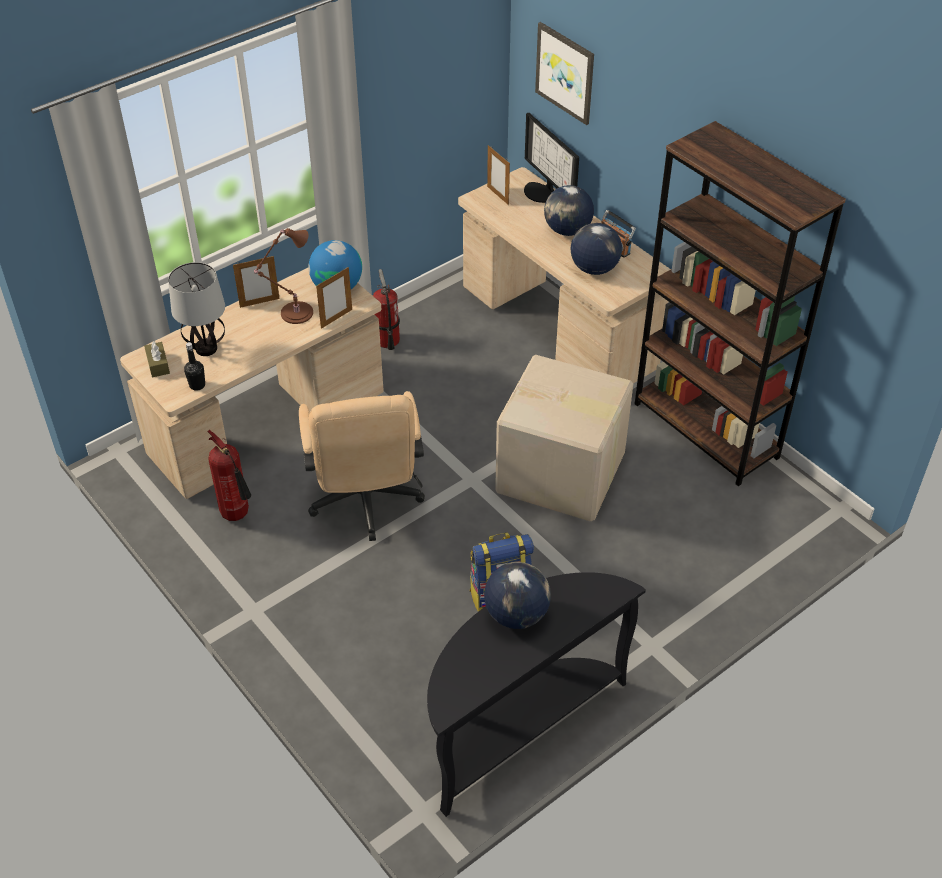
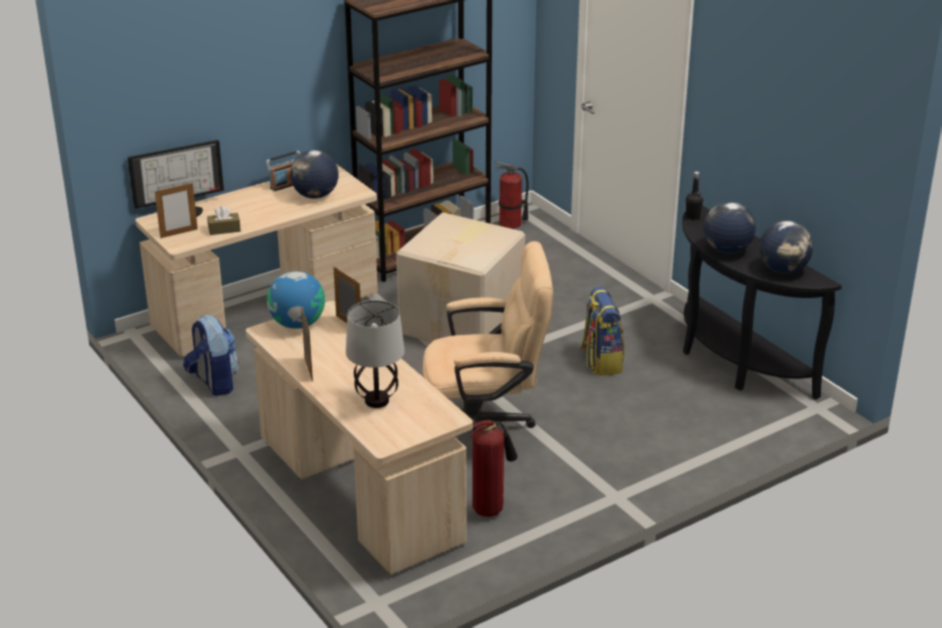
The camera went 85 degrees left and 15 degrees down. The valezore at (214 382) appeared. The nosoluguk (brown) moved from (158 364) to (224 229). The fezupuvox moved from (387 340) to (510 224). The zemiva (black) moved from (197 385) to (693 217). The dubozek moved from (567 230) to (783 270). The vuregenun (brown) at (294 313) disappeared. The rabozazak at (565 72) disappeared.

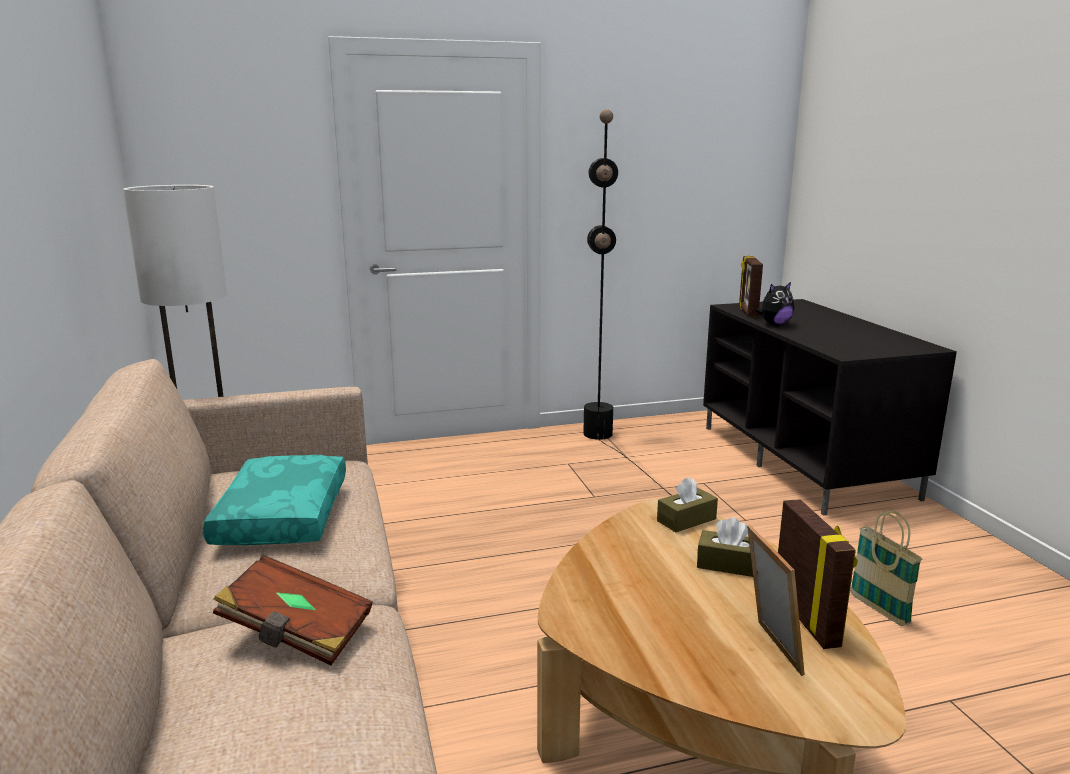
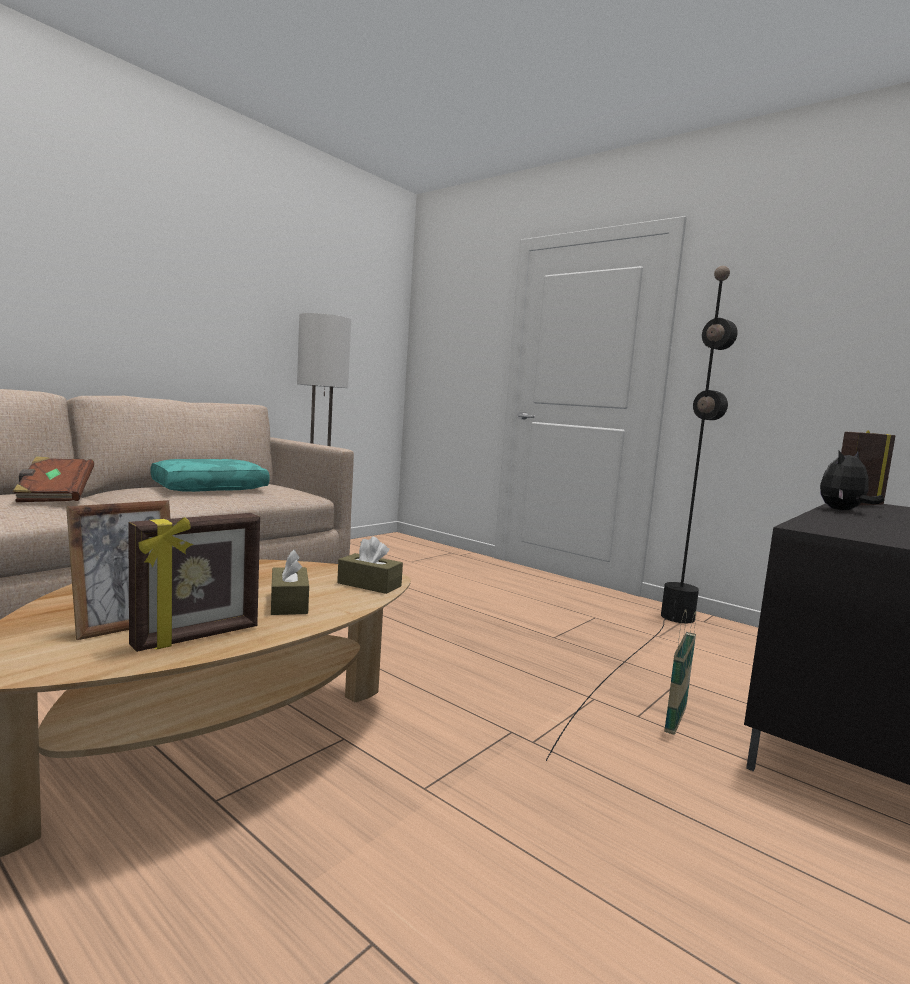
The camera went 55 degrees right and 10 degrees down. The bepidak moved from (879 609) to (675 720). The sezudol at (774 324) turned 120 degrees clockwise.

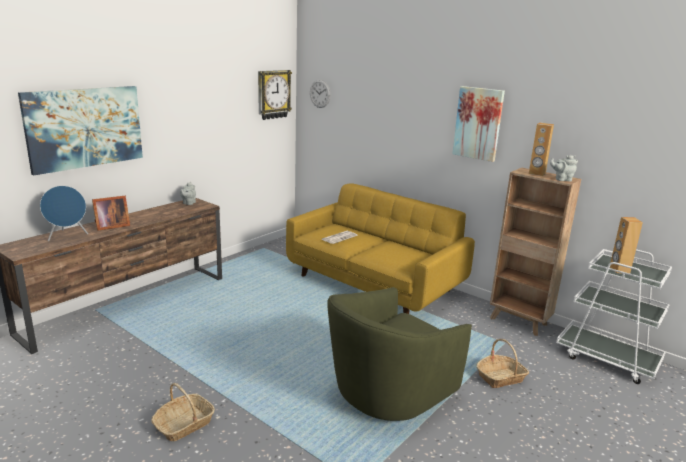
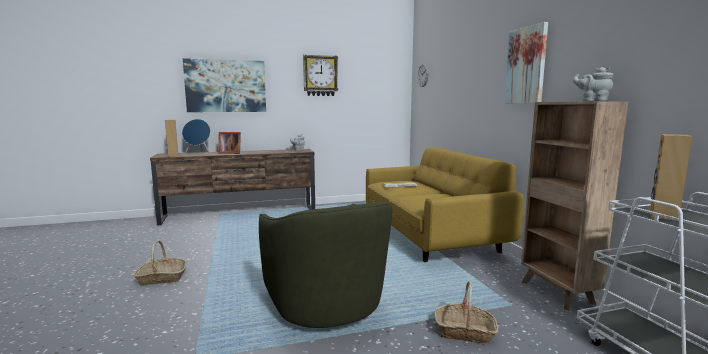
The camera went 35 degrees right and 10 degrees down. The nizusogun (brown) moved from (537 173) to (173 156). The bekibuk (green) at (388 394) turned 105 degrees counterclockwise. The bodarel moved from (273 94) to (320 76).

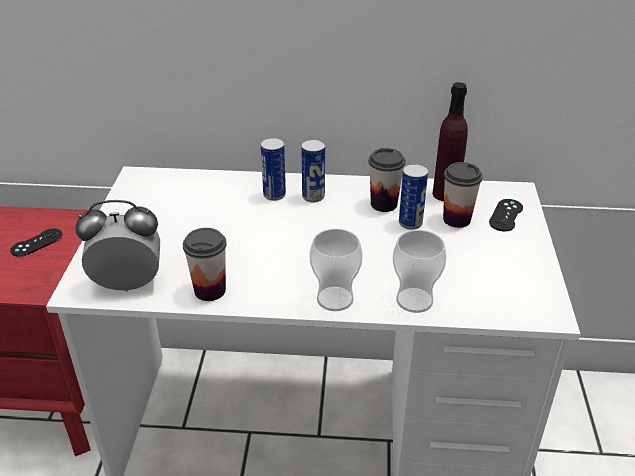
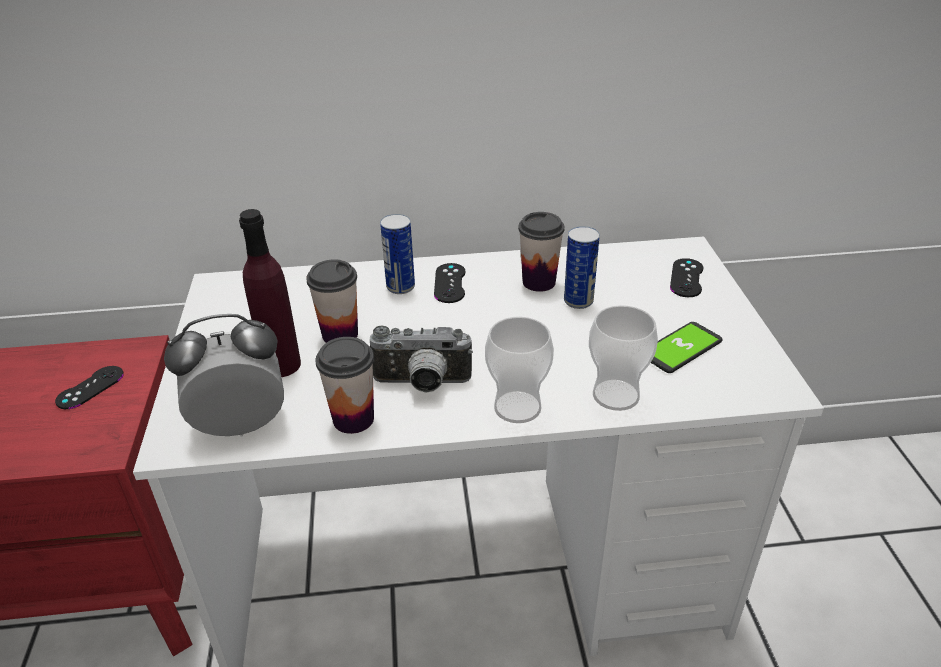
The camera went 10 degrees left and 0 degrees up. The zemiva (purple) moved from (445 194) to (281 365). The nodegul moved from (456 219) to (340 334). The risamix at (421 384) appeared. The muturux at (313 196) was replaced by the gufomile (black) at (450 283). The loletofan at (681 348) appeared.

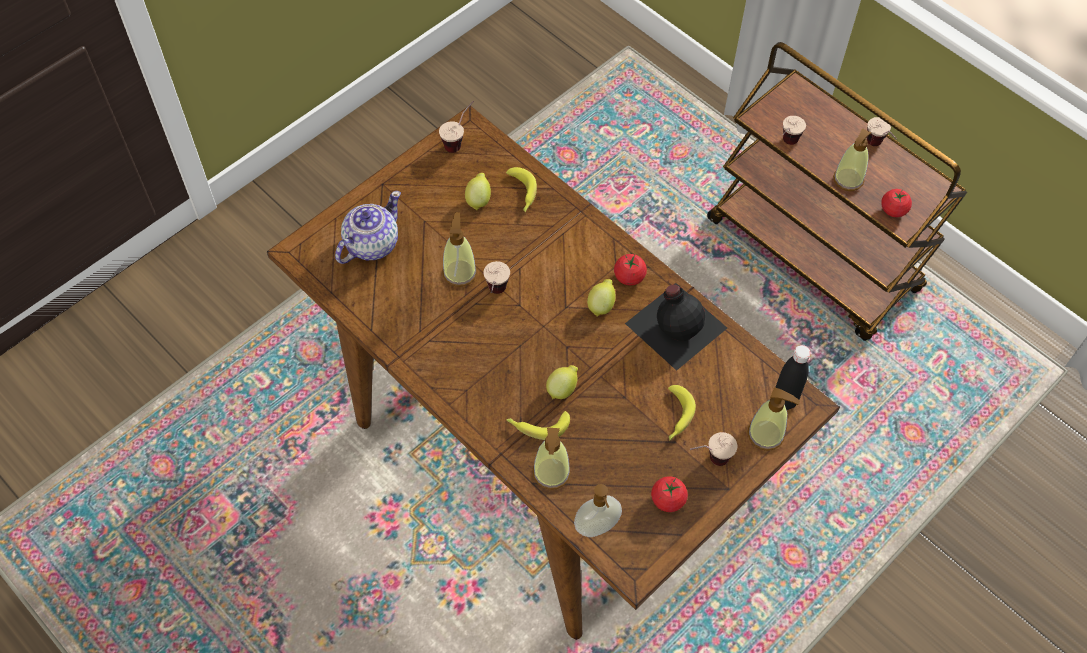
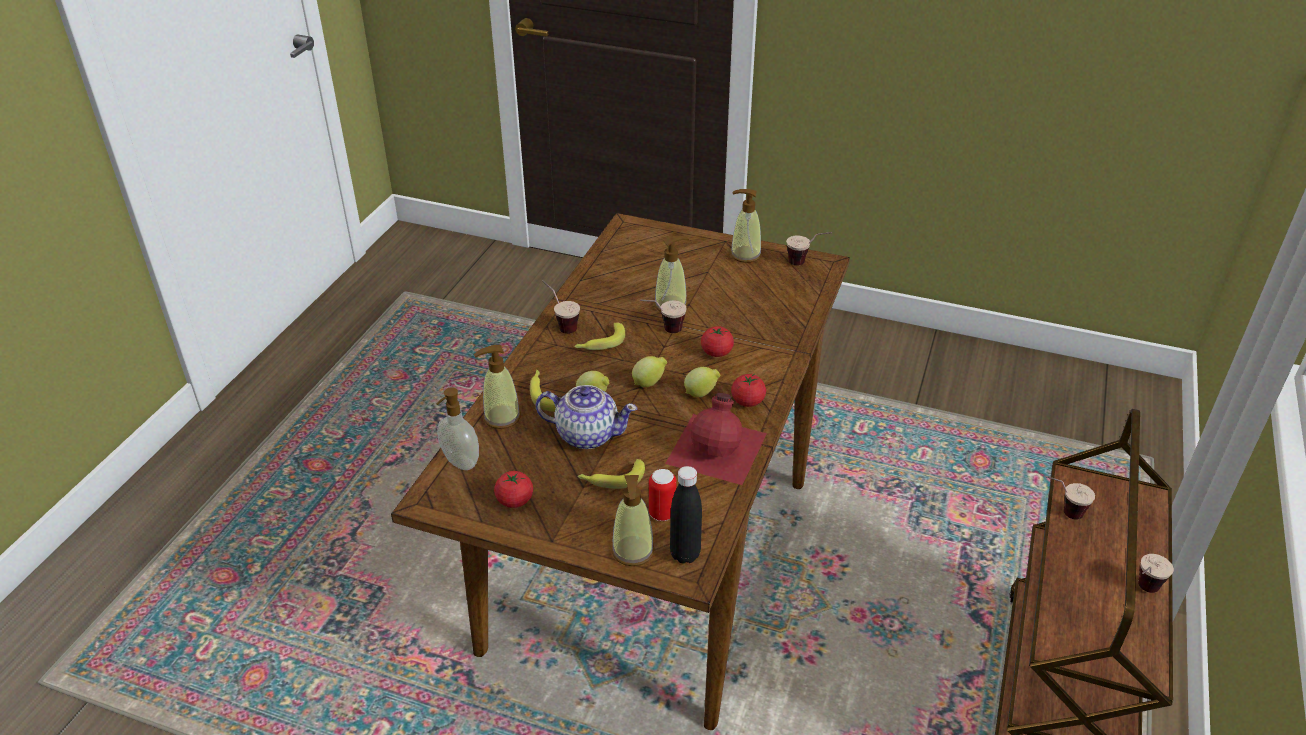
The camera went 65 degrees right and 20 degrees down. The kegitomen moved from (370 244) to (586 434). The nodegul moved from (708 461) to (560 324). The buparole moved from (522 193) to (600 343). The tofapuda moved from (478 200) to (649 383). The muturux at (662 513) appeared. The zemiva (black) at (676 324) became the zemiva (red) at (718 447). The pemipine moved from (893 210) to (716 352). The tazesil moved from (848 180) to (745 255).

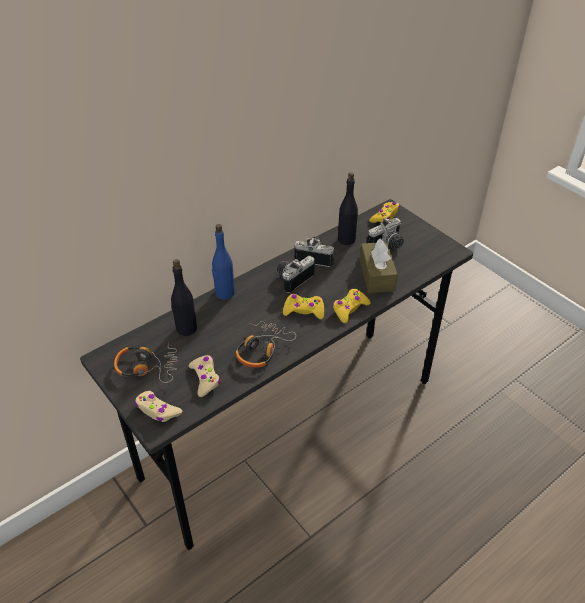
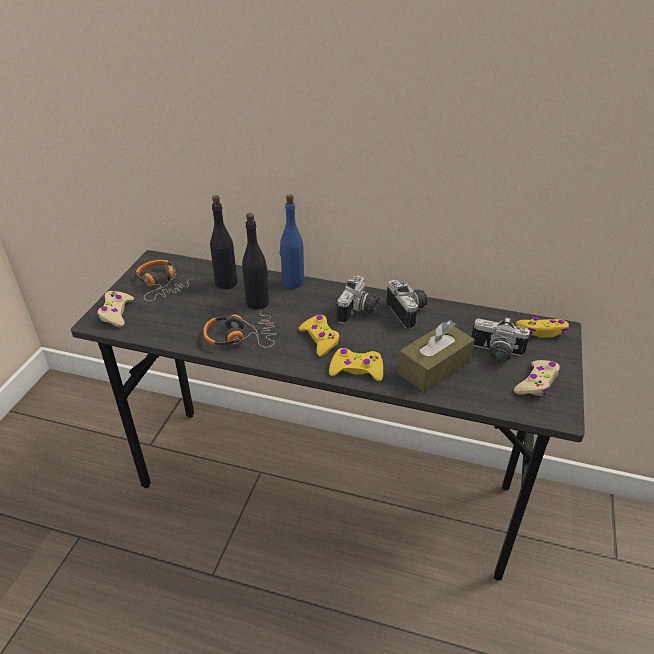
The camera went 55 degrees right and 5 degrees down. The zemiva (black) moved from (346 239) to (258 302). The risamix at (292 278) turned 105 degrees clockwise. The gufomile (beige) moved from (205 378) to (537 383).

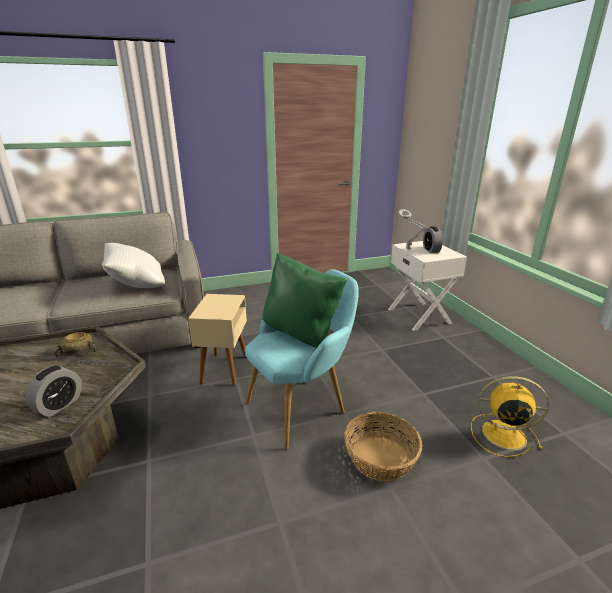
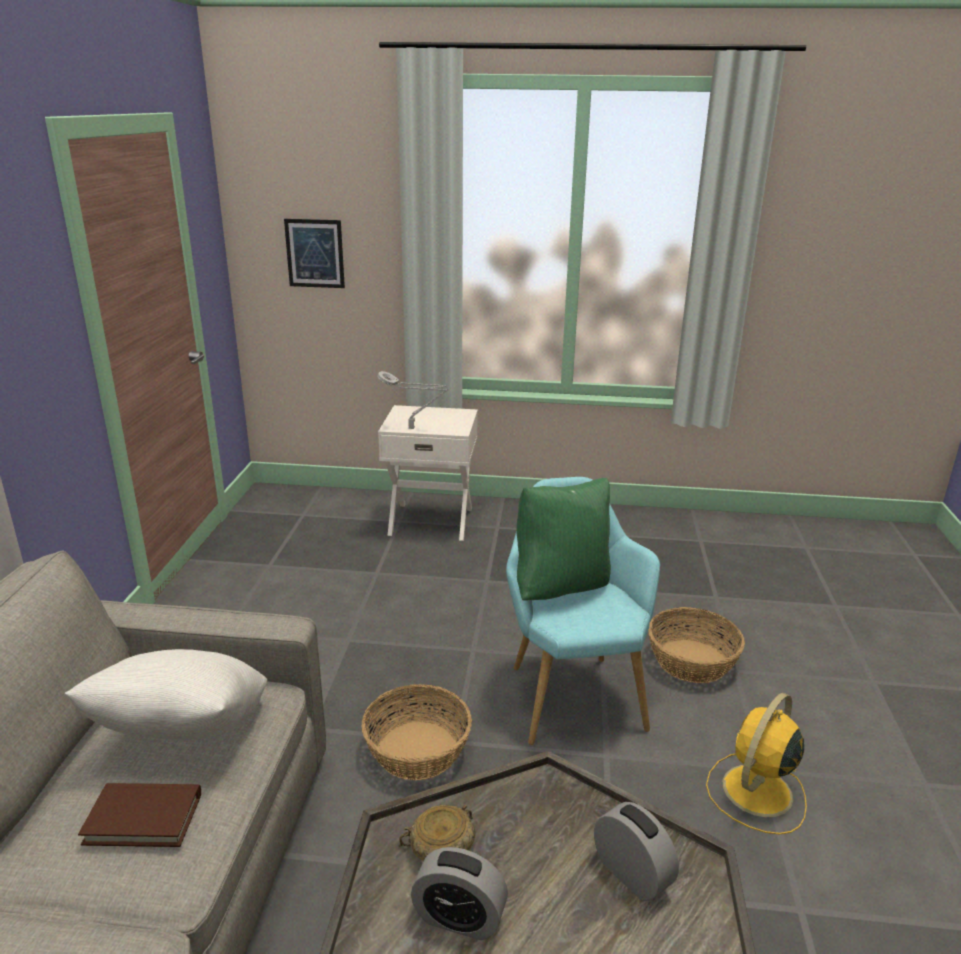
The camera went 65 degrees left and 0 degrees up. The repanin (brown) at (143 818) appeared. The rabozazak at (315 253) appeared. The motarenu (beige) at (224 369) was replaced by the bepidak at (418 750). The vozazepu moved from (431 250) to (459 918). The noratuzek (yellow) moved from (501 434) to (755 792).

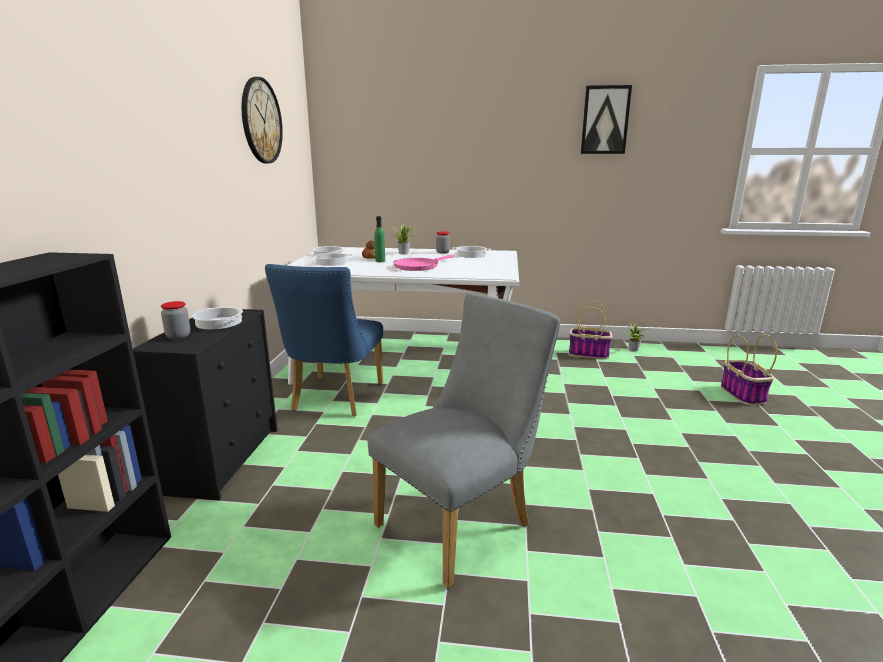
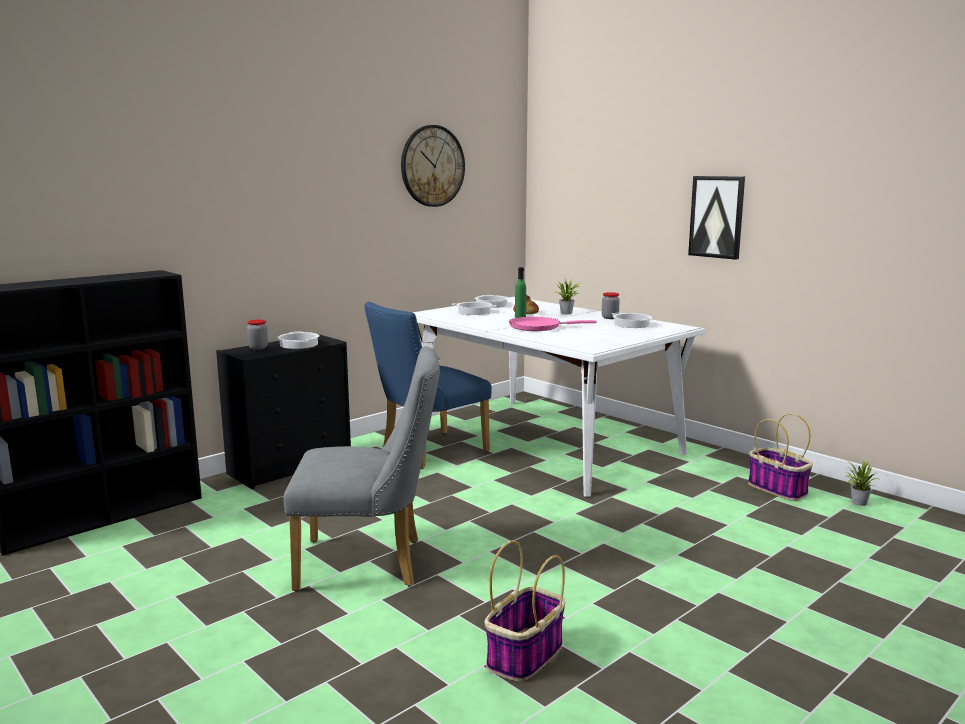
The camera went 40 degrees right and 5 degrees down. The bepidak moved from (743 395) to (525 656). The rabozazak moved from (605 120) to (717 217).

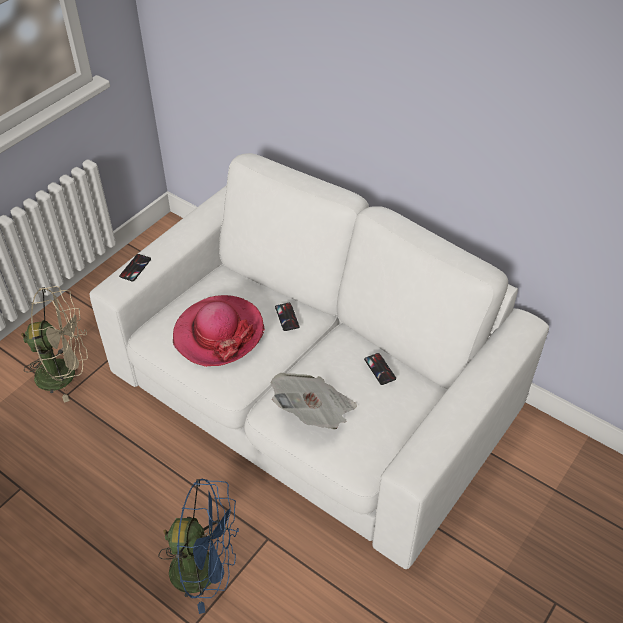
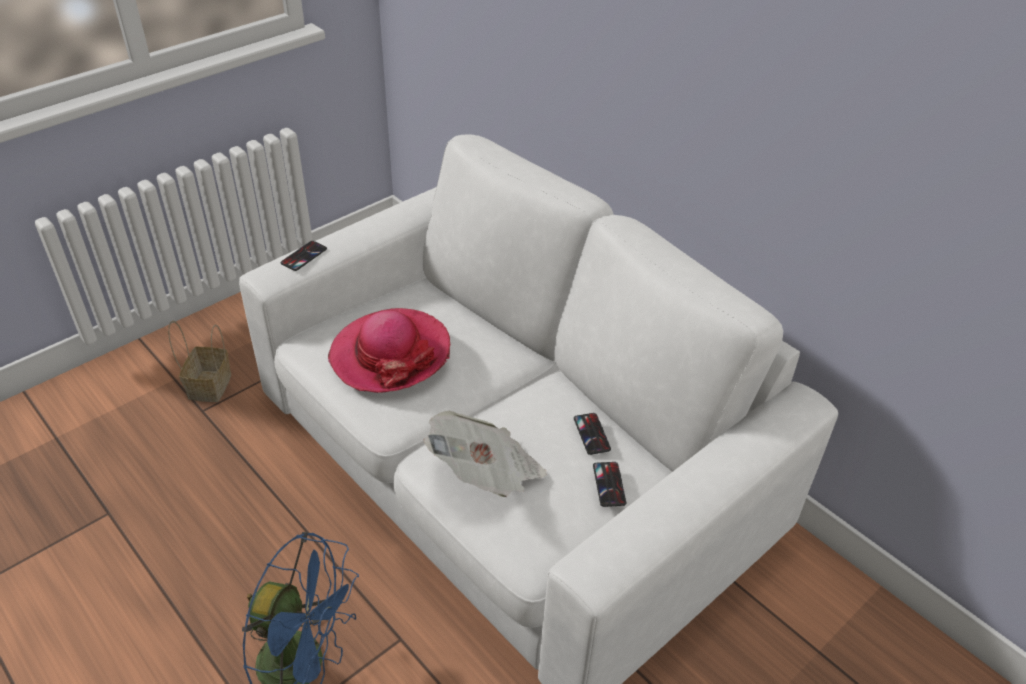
The camera went 10 degrees right and 5 degrees down. The noratuzek (beige) at (65 373) was replaced by the bepidak at (209 385). The loletofan moved from (287 317) to (609 484).

